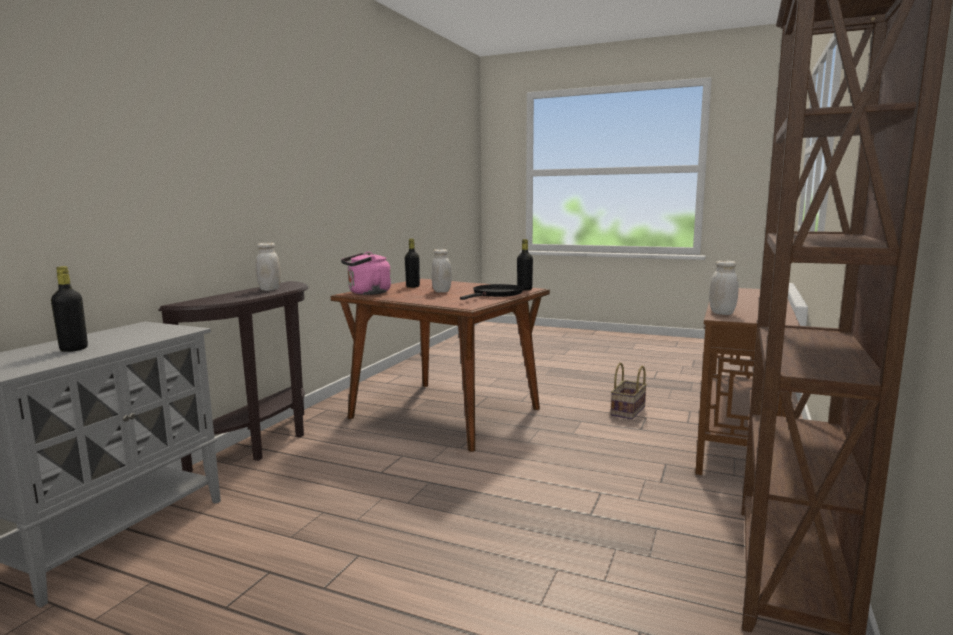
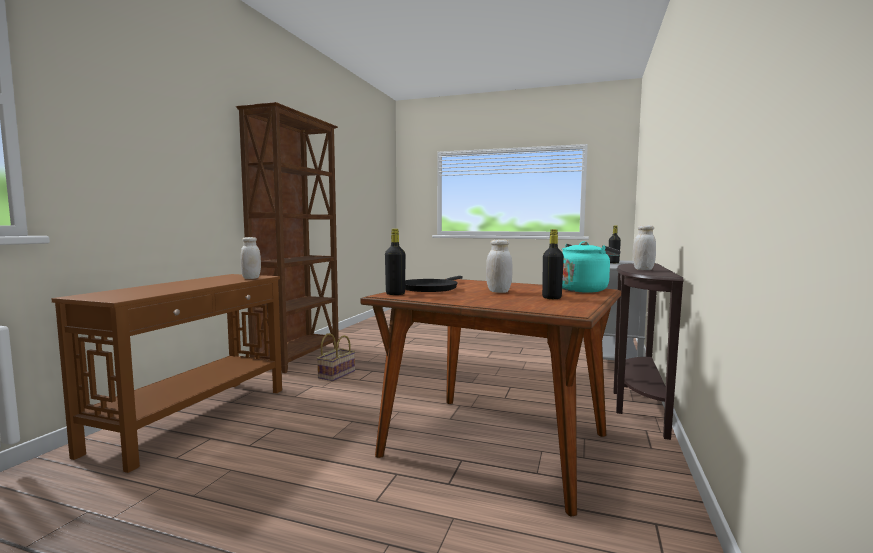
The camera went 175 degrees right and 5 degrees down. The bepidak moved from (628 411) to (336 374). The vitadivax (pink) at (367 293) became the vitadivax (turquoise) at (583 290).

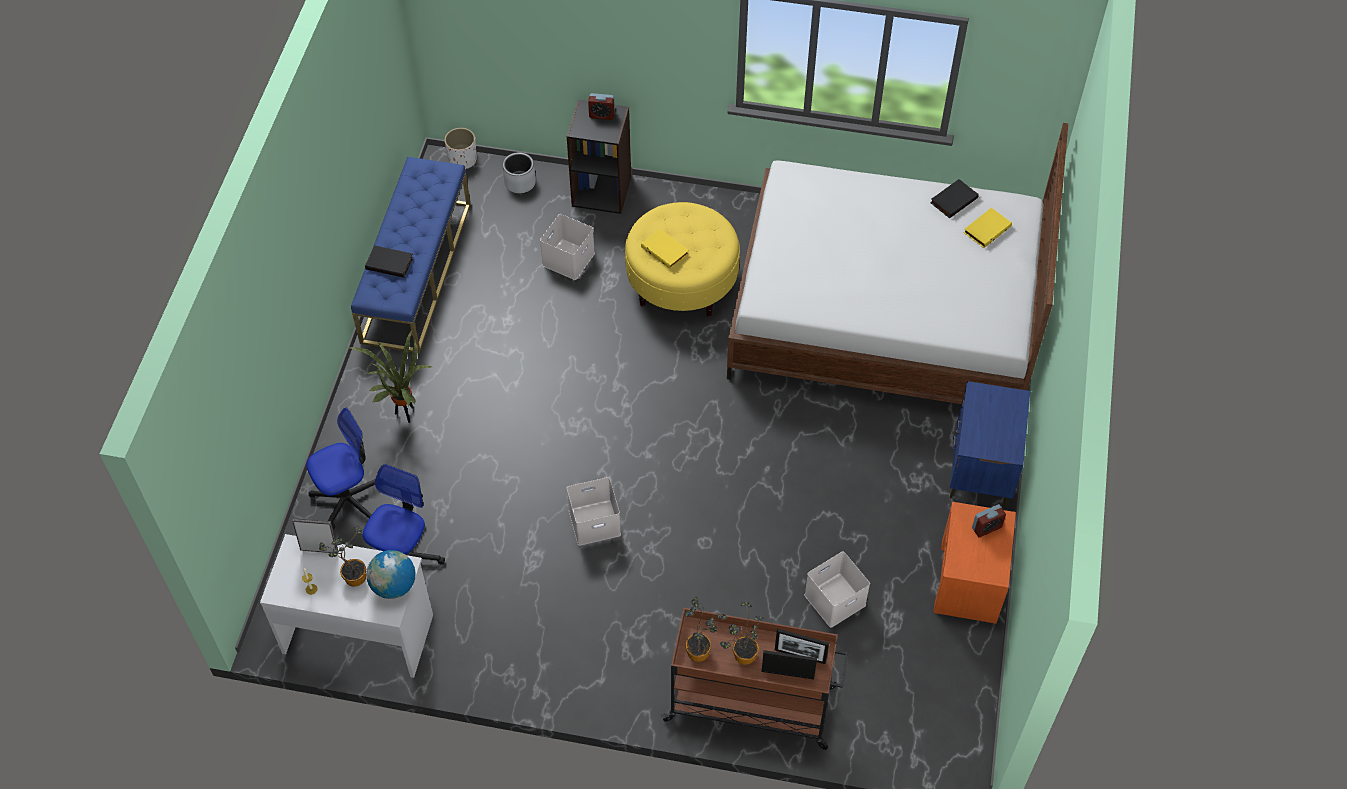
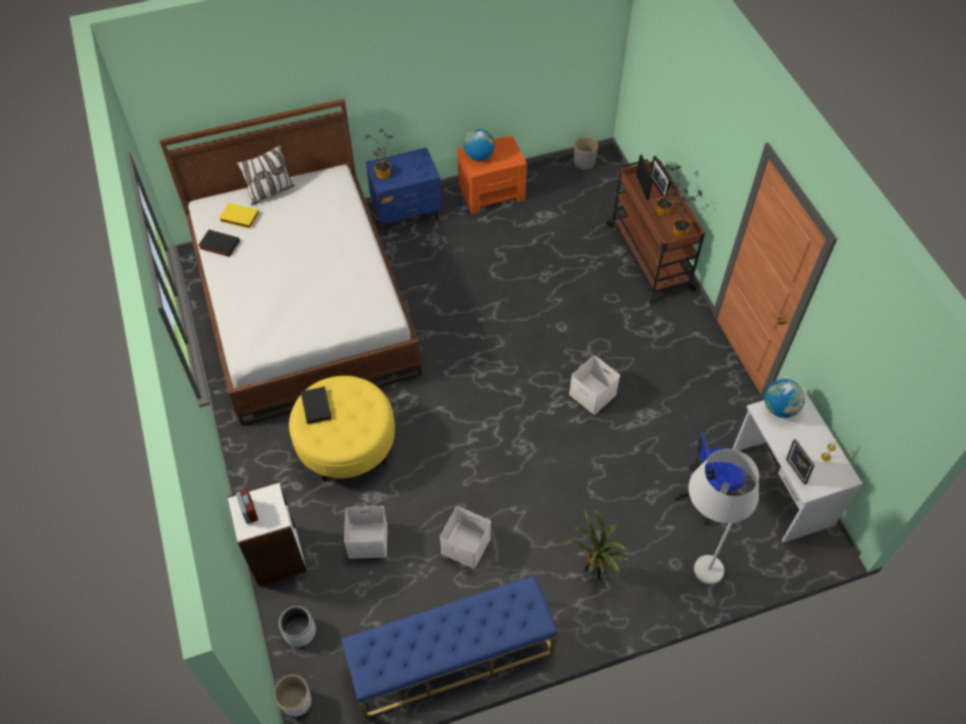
The camera went 120 degrees left and 0 degrees up. The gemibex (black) at (602 191) became the gemibex (white) at (276 556). The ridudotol at (270 192) appeared. The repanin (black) moved from (390 262) to (315 406). The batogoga moved from (352 576) to (383 176). The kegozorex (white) moved from (835 601) to (467 545). The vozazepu at (986 528) was replaced by the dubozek at (478 156). The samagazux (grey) at (584 162) appeared. The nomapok at (349 499) was replaced by the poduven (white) at (693 562). The repanin (yellow) at (665 250) disappeared.

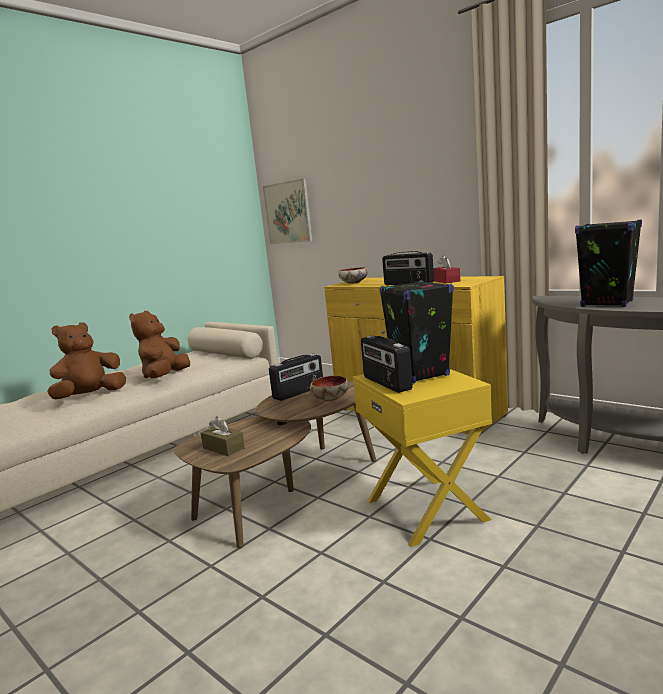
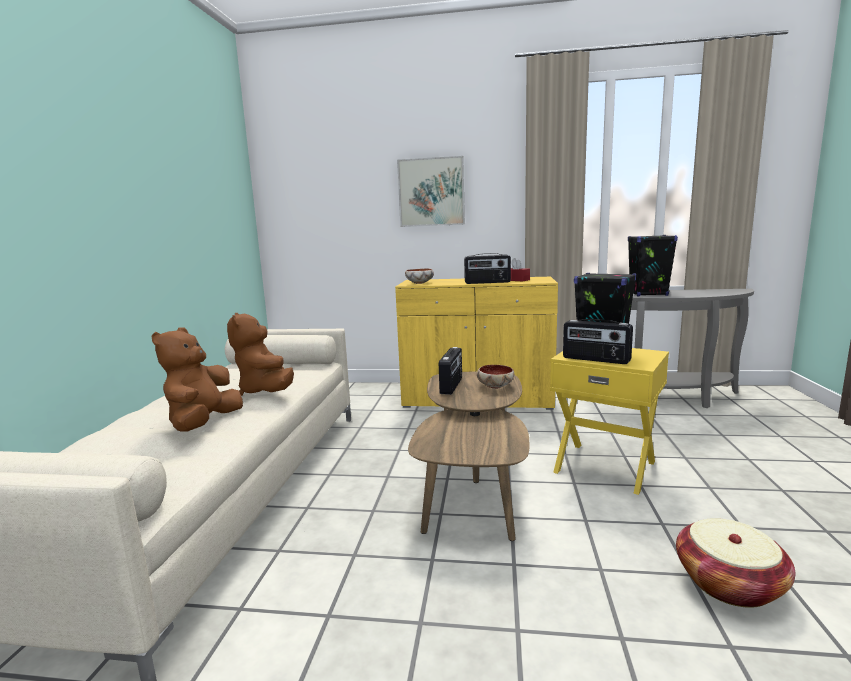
The camera went 35 degrees left and 0 degrees up. The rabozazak moved from (288 212) to (431 192). The bepidak at (729 583) appeared. The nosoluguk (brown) at (223 448) disappeared.

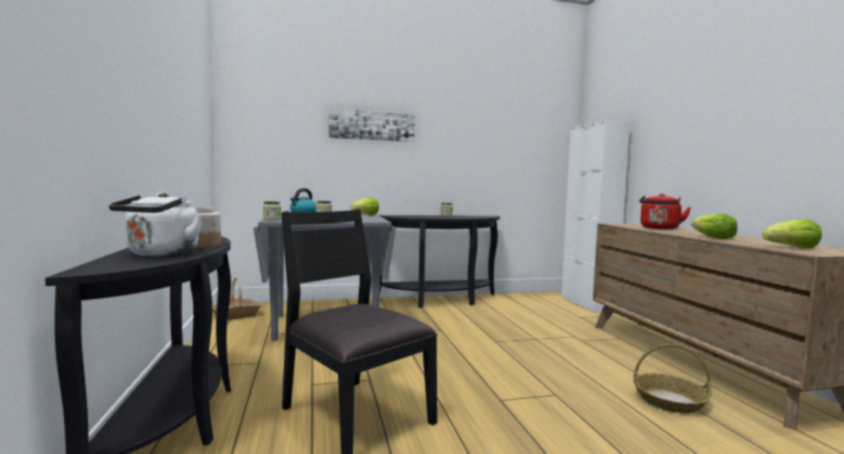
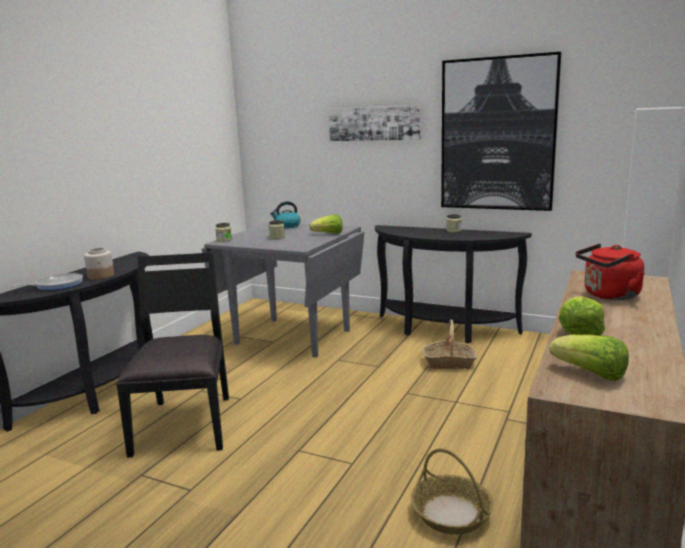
The camera went 40 degrees right and 10 degrees up. The vitadivax (white) at (160 254) was replaced by the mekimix at (56 285). The bepidak moved from (236 315) to (449 363). The rabozazak at (497 134) appeared.

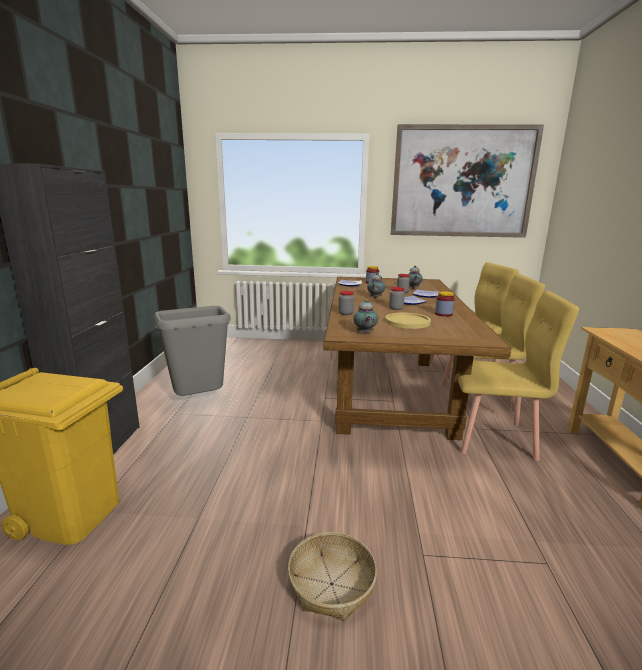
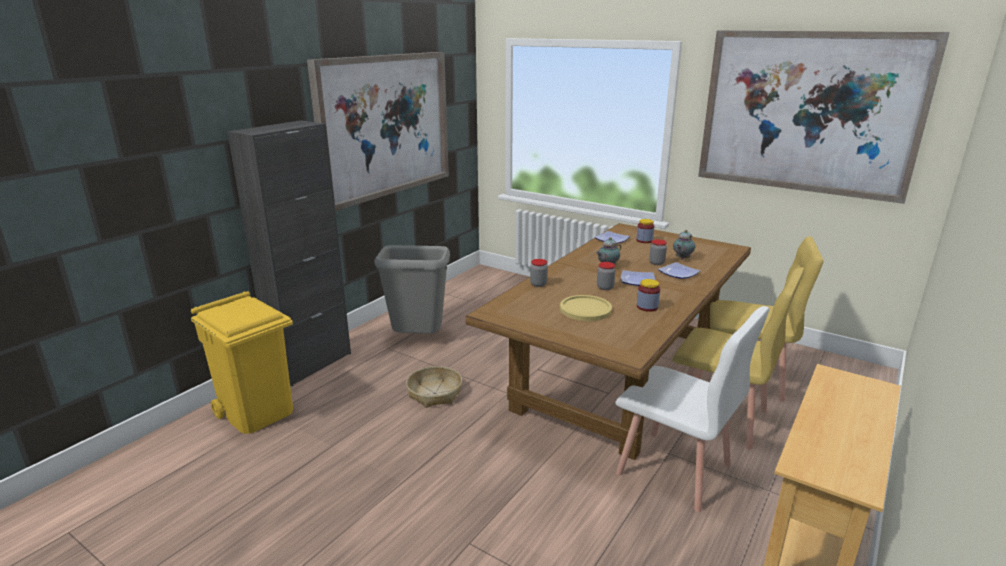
The camera went 30 degrees right and 5 degrees up. The rabozazak at (384 126) appeared. The bepidak moved from (331 583) to (435 393). The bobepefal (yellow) at (492 438) became the bobepefal (white) at (674 470). The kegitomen at (364 333) disappeared.

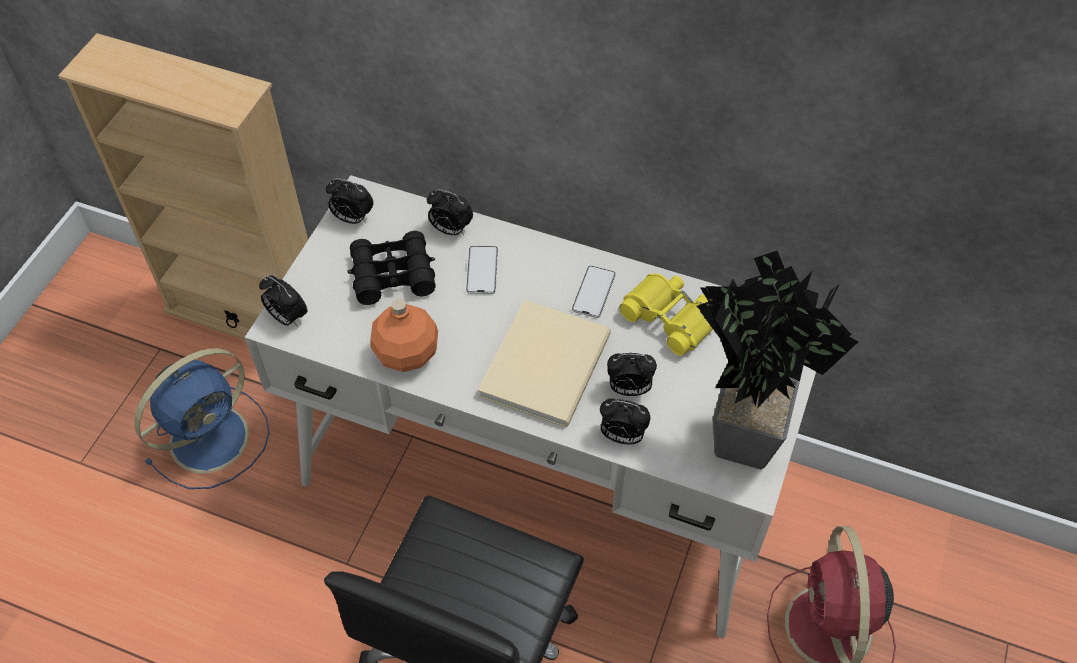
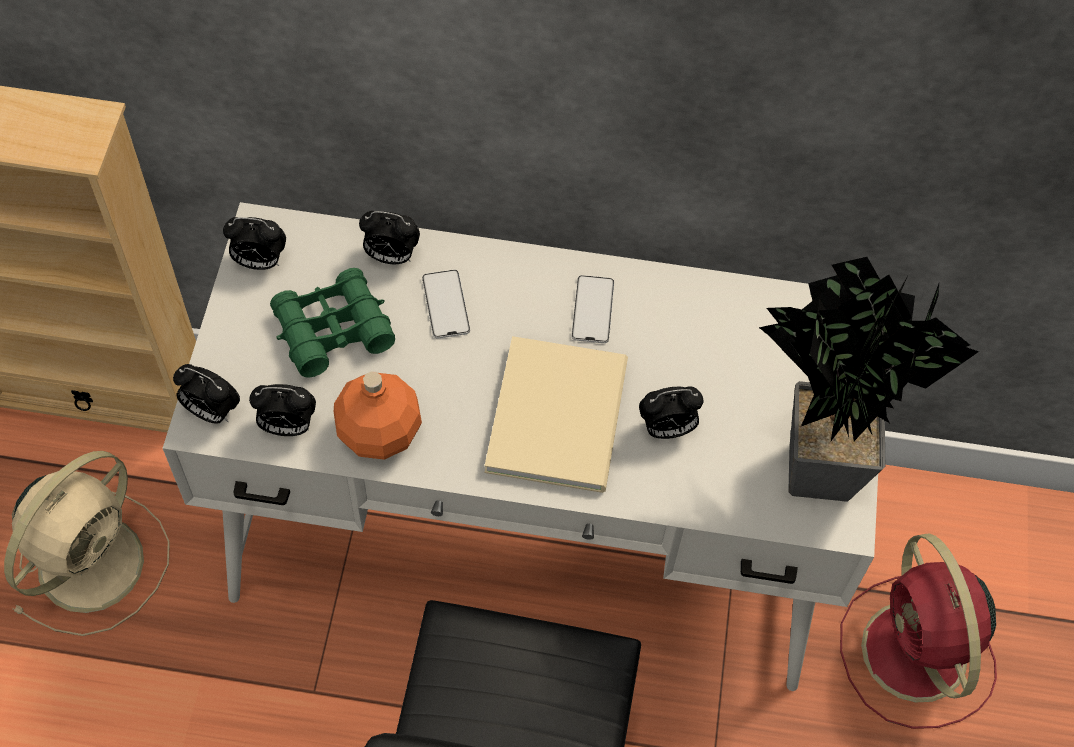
The camera went 15 degrees left and 5 degrees up. The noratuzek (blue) at (212 436) became the noratuzek (beige) at (94 560). The vozazepu moved from (622 436) to (287 426). The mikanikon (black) at (392 275) became the mikanikon (green) at (333 330). The mikanikon (yellow) at (670 317) disappeared.

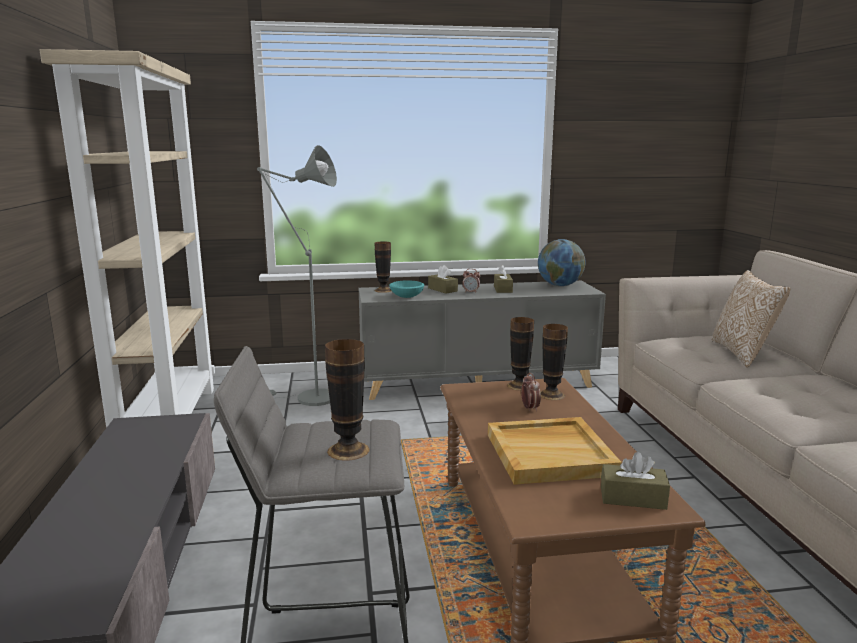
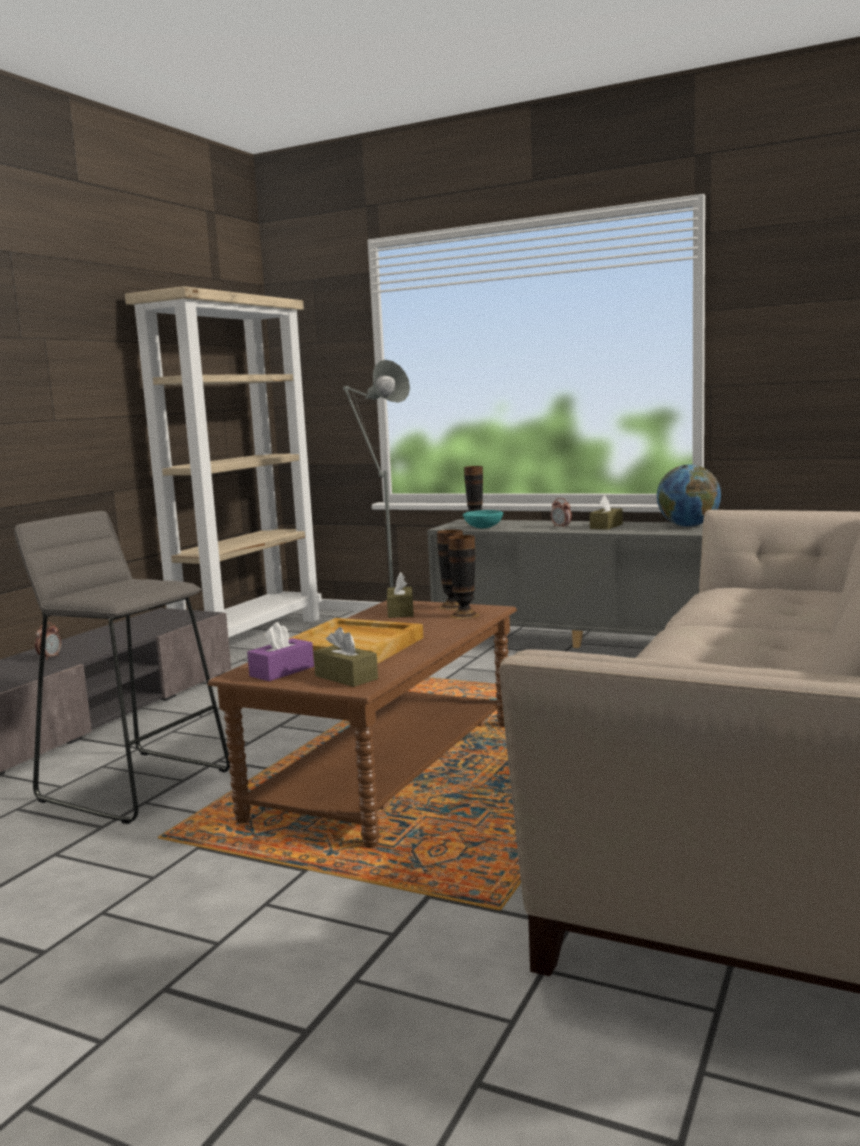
The camera went 35 degrees right and 5 degrees down. The vozazepu moved from (529 408) to (50 657). The nosoluguk (purple) at (282 671) appeared. The nosoluguk (brown) moved from (442 289) to (400 612). The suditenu at (348 450) disappeared. The ridudotol at (743 354) disappeared.

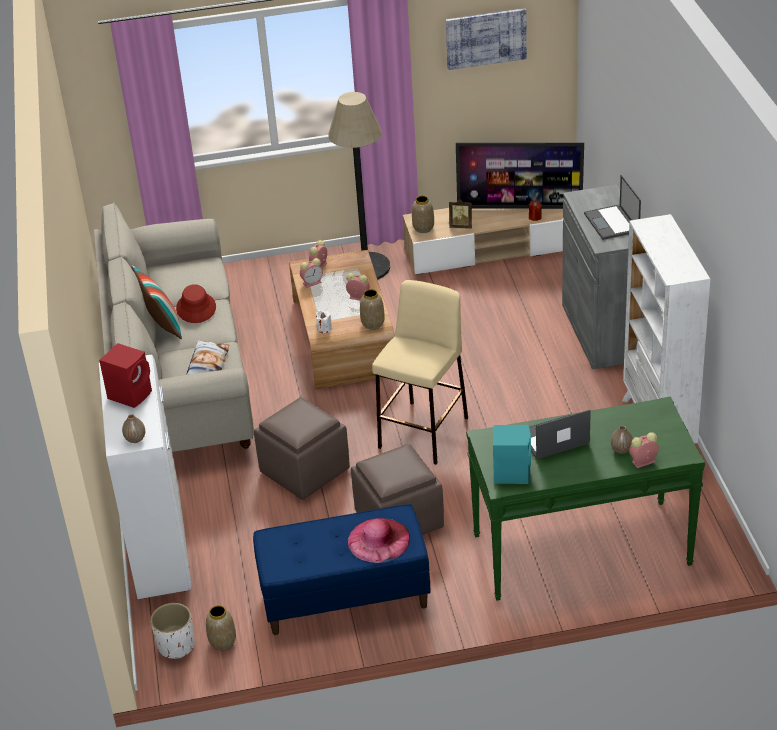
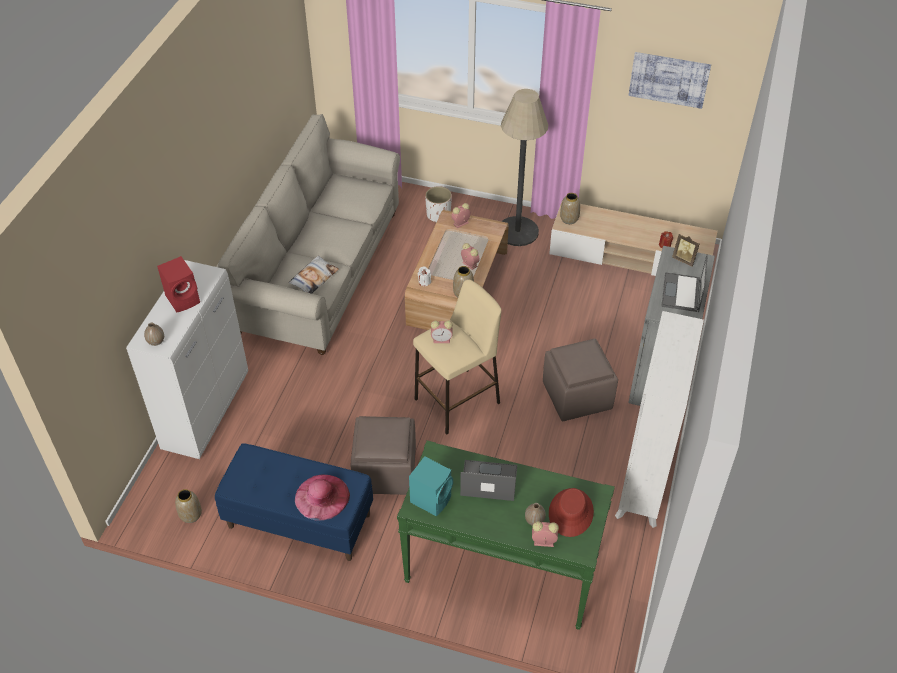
The camera went 25 degrees right and 10 degrees up. The samagazux (white) moved from (176 646) to (438 215). The vozazepu moved from (312 282) to (442 339). The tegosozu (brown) moved from (306 471) to (577 396). The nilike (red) moved from (196 308) to (571 513). The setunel moved from (461 226) to (684 260). The ridudotol at (161 326) disappeared. The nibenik at (520 207) disappeared.

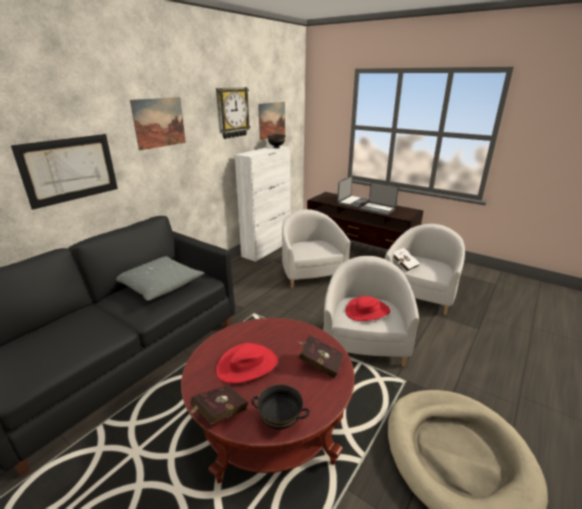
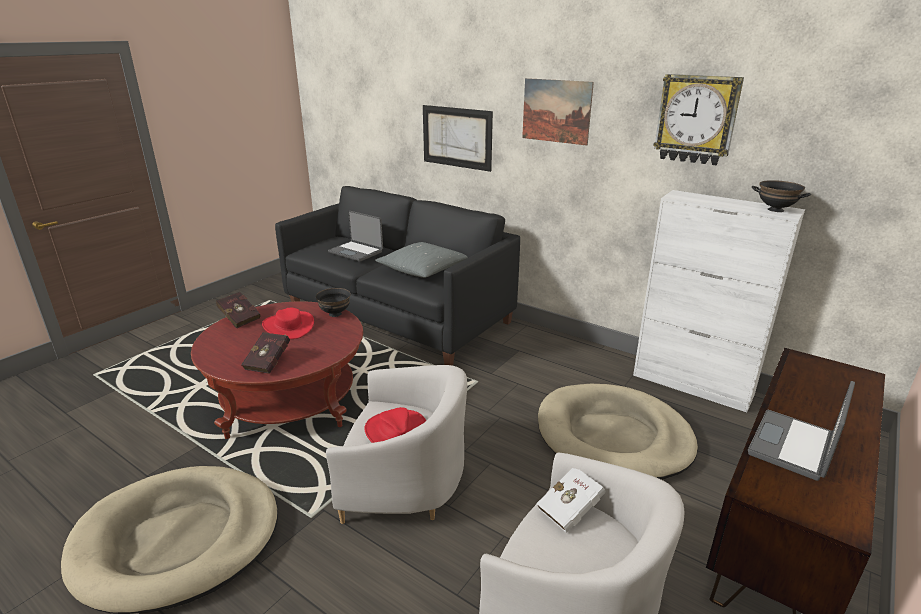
The camera went 90 degrees right and 0 degrees up. The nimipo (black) moved from (280 421) to (335 314). The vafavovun moved from (352 202) to (356 252). The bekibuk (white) at (310 273) was replaced by the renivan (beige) at (613 436). The rabozazak at (272 120) disappeared.

